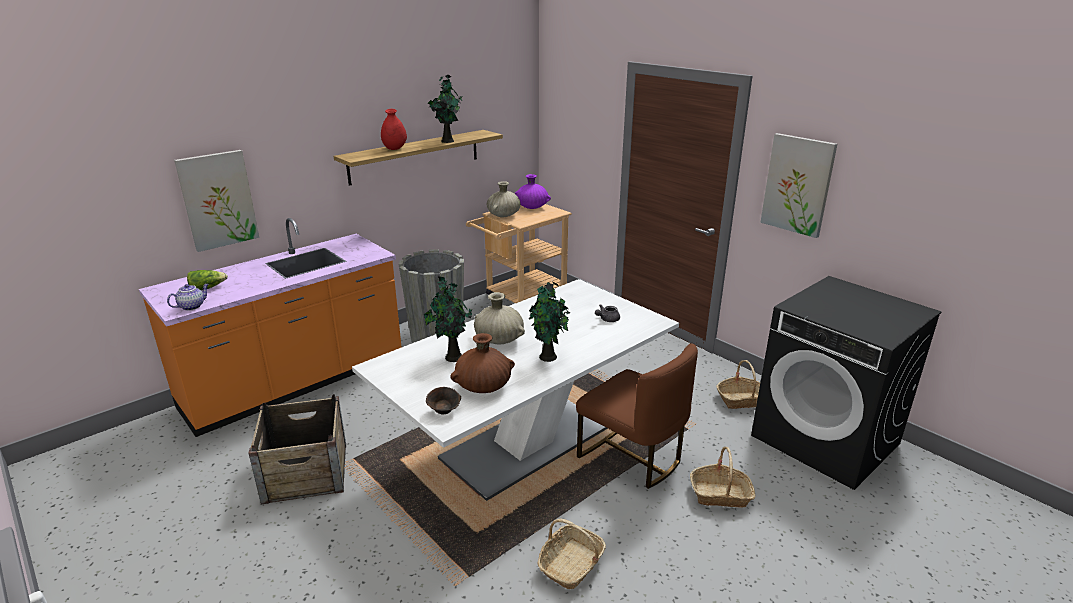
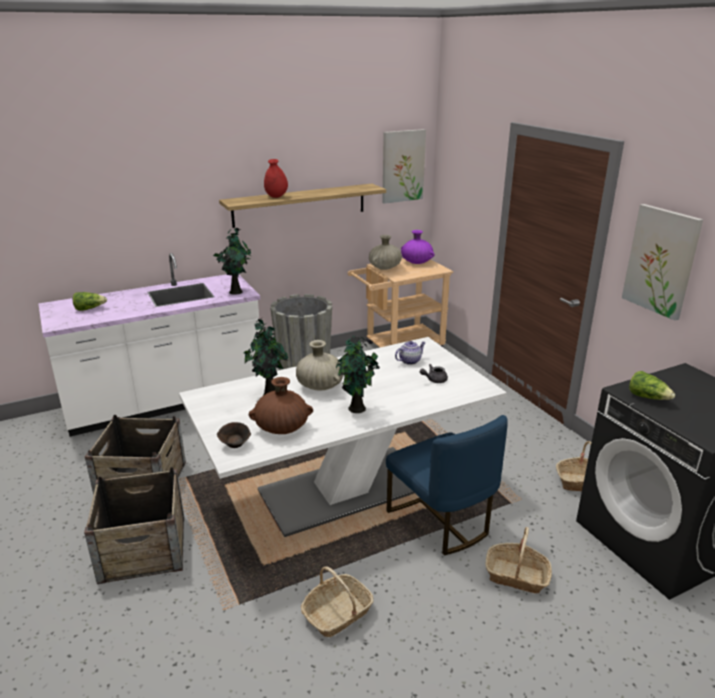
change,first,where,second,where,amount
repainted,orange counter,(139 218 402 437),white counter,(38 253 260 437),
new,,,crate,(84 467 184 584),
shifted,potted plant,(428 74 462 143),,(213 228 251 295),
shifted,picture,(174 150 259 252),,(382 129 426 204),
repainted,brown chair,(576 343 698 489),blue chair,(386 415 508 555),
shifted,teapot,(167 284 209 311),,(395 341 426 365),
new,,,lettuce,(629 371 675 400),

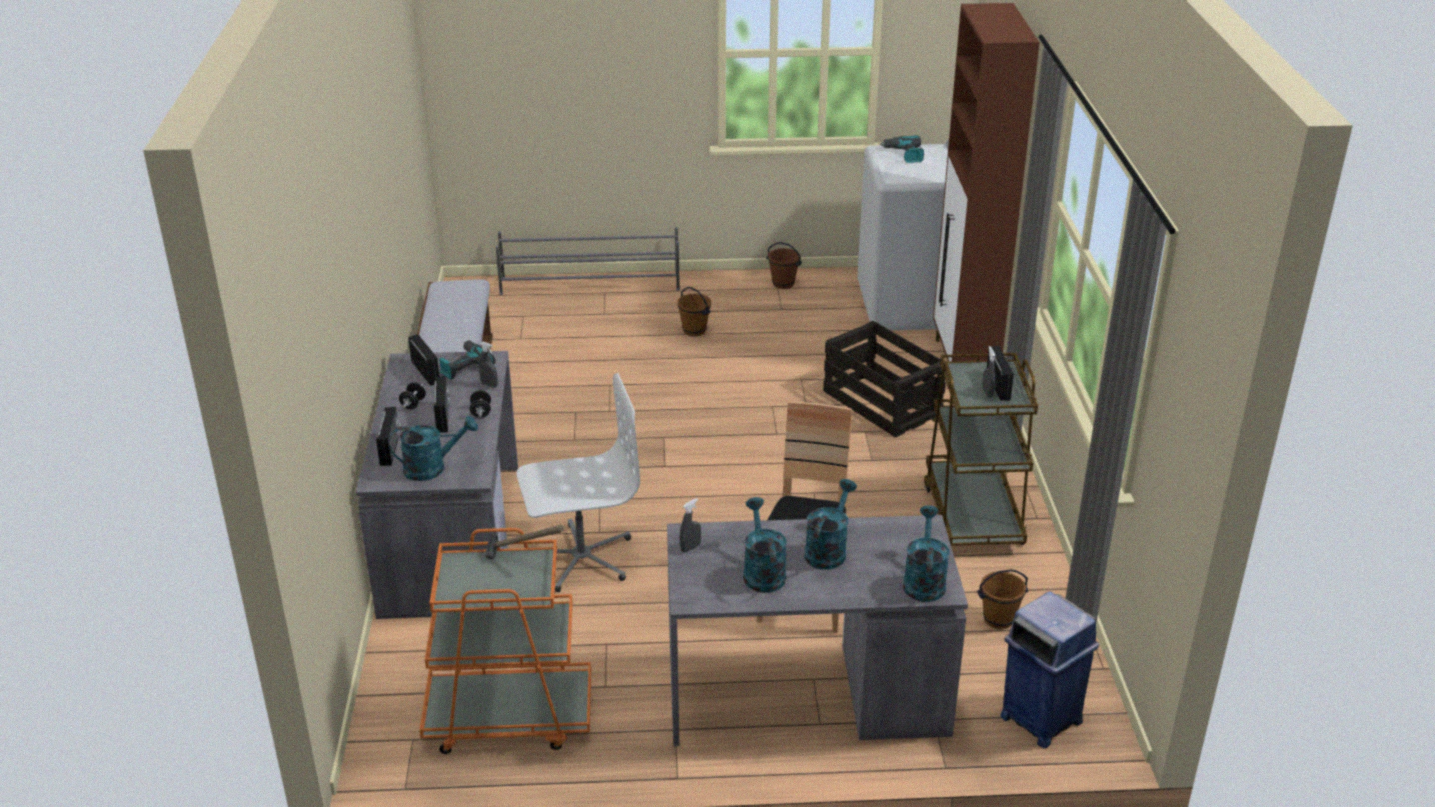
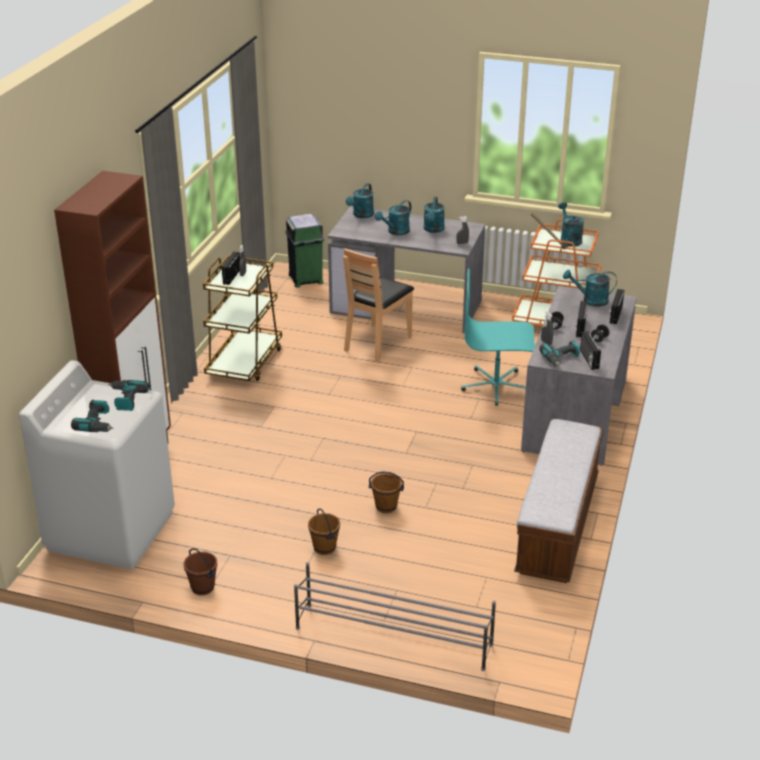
change,first,where,second,where,amount
new,,,power drill,(108 380 149 411),
repainted,blue trash can,(1000 592 1099 749),green trash can,(285 214 324 288),
shifted,brown bucket,(977 569 1028 629),,(369 471 404 513),
repainted,white office chair,(516 373 640 592),turquoise office chair,(461 269 535 406),
new,,,turquoise watering can,(558 202 584 247),
gone,crate,(823 321 946 438),,,

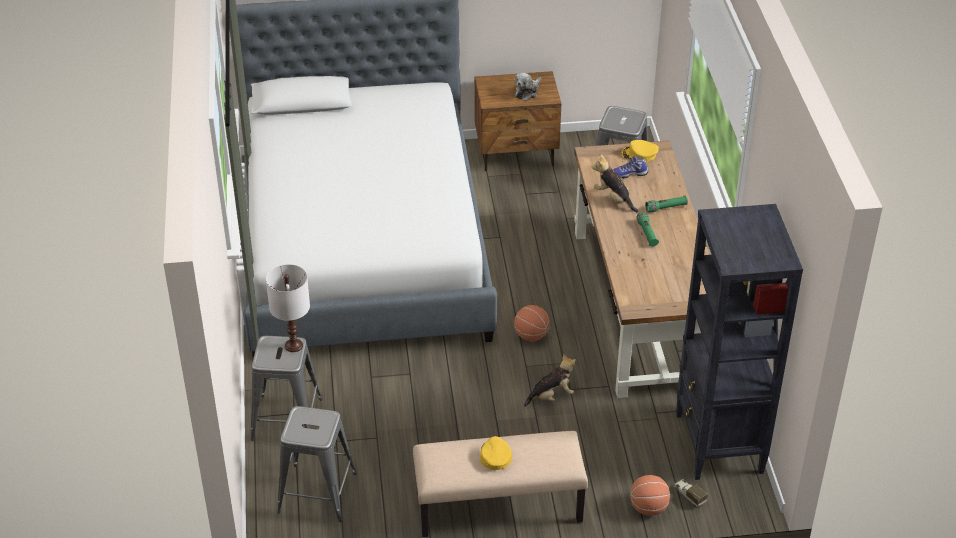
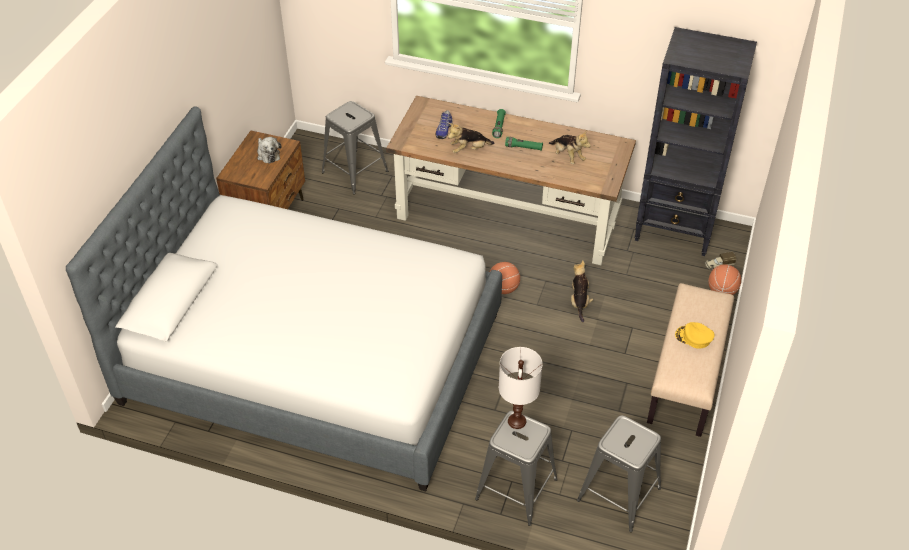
change,first,where,second,where,amount
new,,,plush toy,(548 131 591 164),
gone,yellow cap,(621 140 659 162),,,

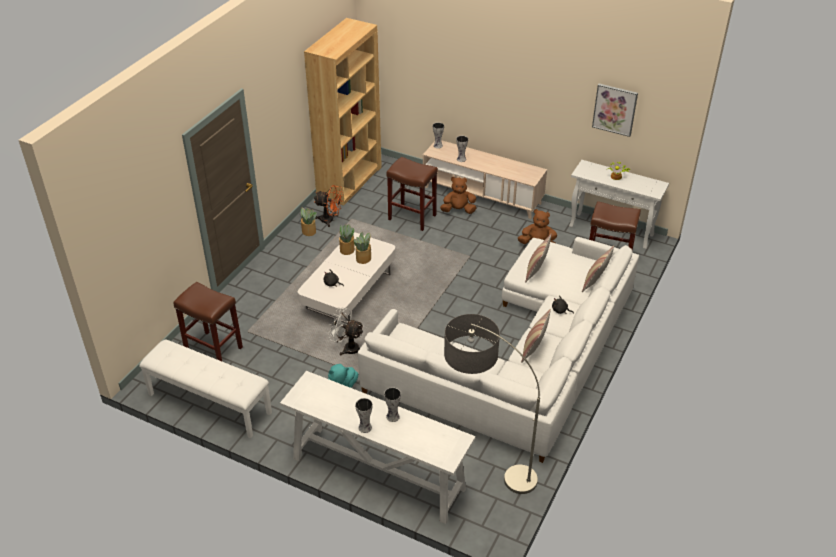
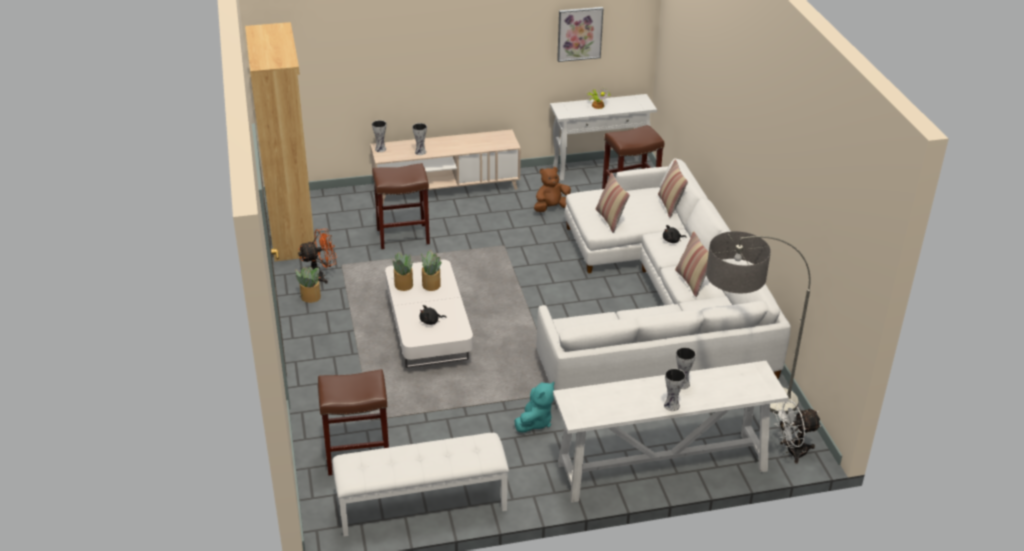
change,first,where,second,where,amount
shifted,white fan,(327 307 364 355),,(773 400 821 464),
gone,brown plush toy,(440 177 476 214),,,

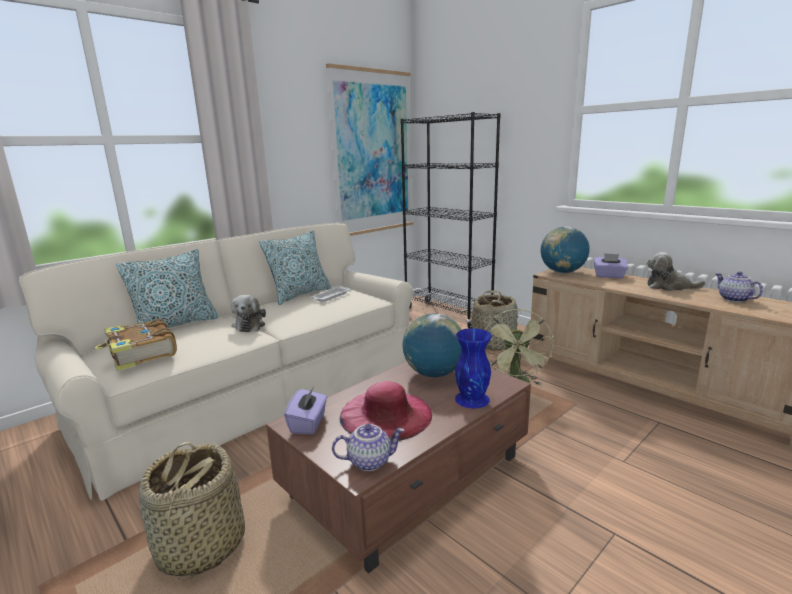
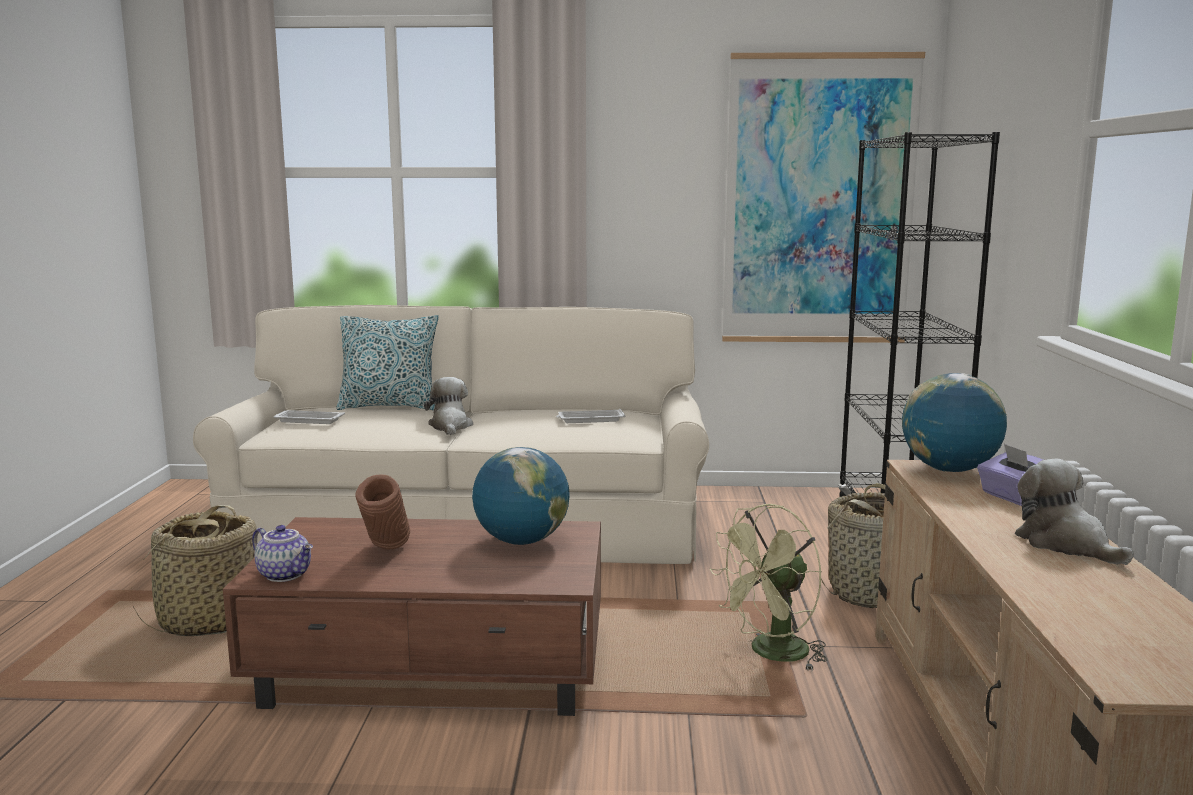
change,first,where,second,where,amount
swapped,book,(95 319 177 371),white tray,(274 410 345 424),
swapped,pink hat,(339 381 432 441),brown vase,(355 474 410 550),
rotated,plush toy,(231 295 266 332),,(424 377 473 435),135 degrees clockwise
gone,pillow,(260 230 332 305),,,
gone,purple tissue box,(284 387 327 434),,,
gone,blue vase,(455 328 492 408),,,
gone,teapot,(716 272 763 302),,,

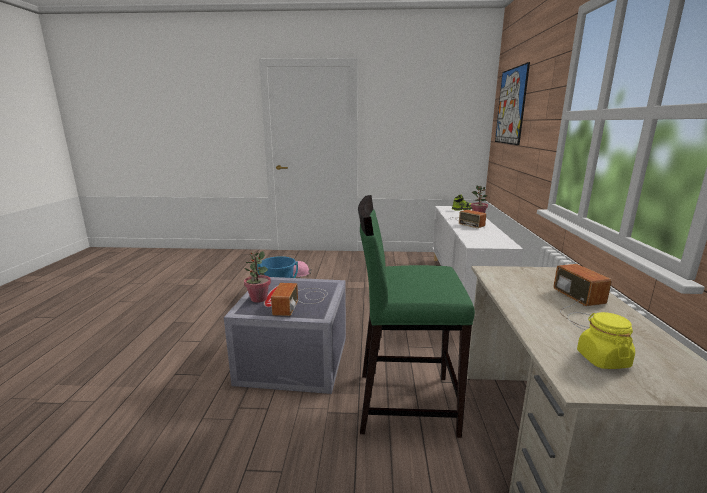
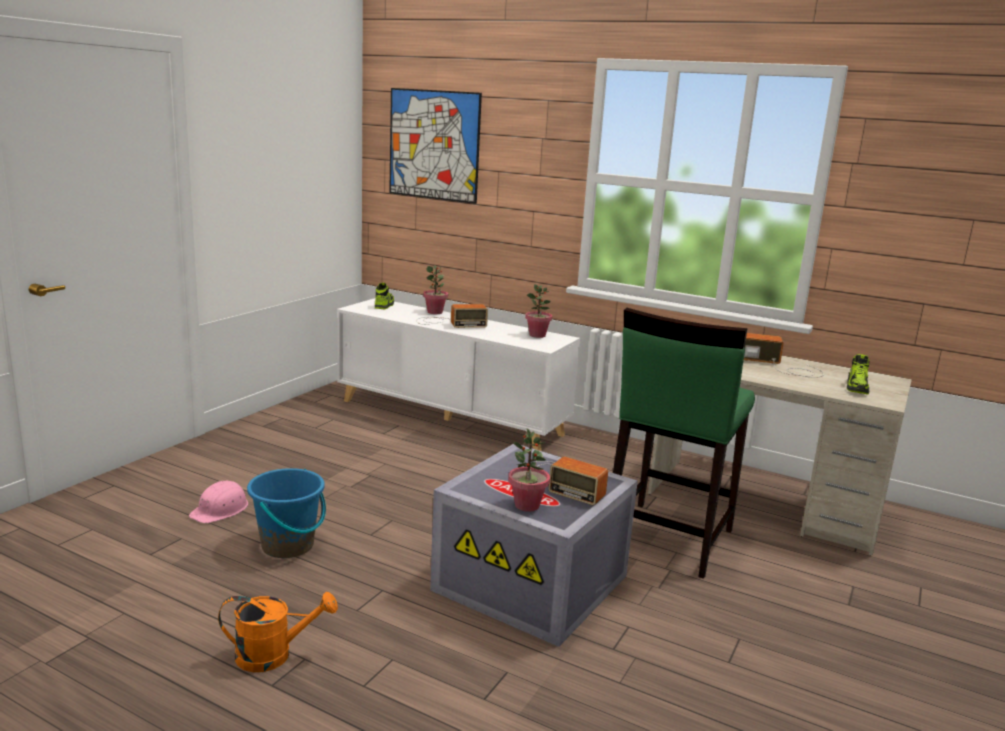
change,first,where,second,where,amount
new,,,orange watering can,(218 592 338 672),
new,,,potted plant,(525 284 552 338),
swapped,yellow jar,(577 312 635 369),shoe,(847 354 870 395),

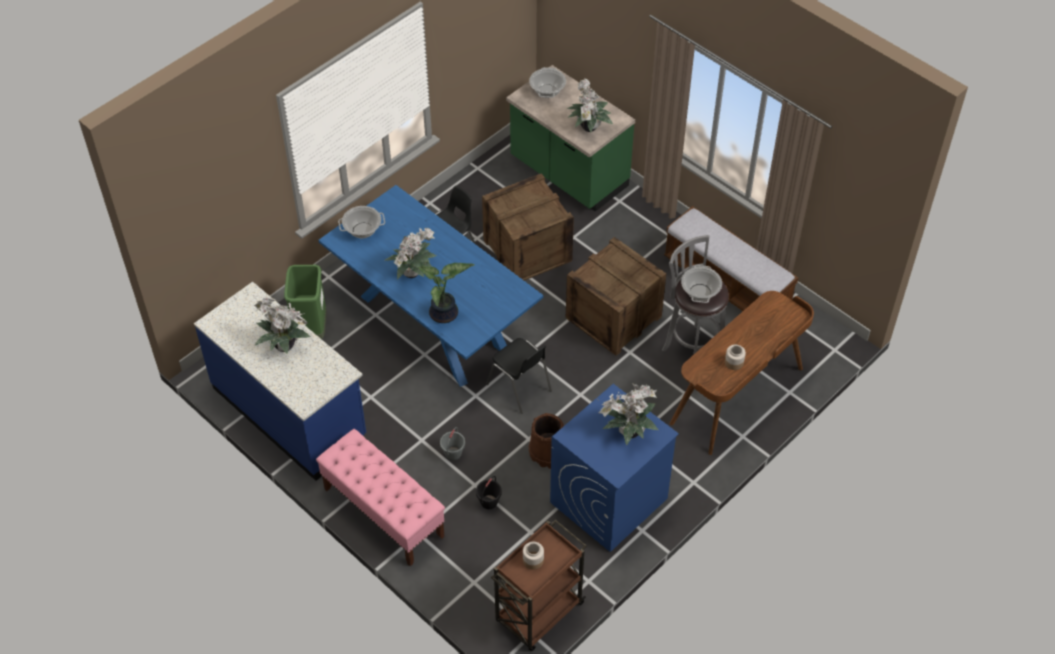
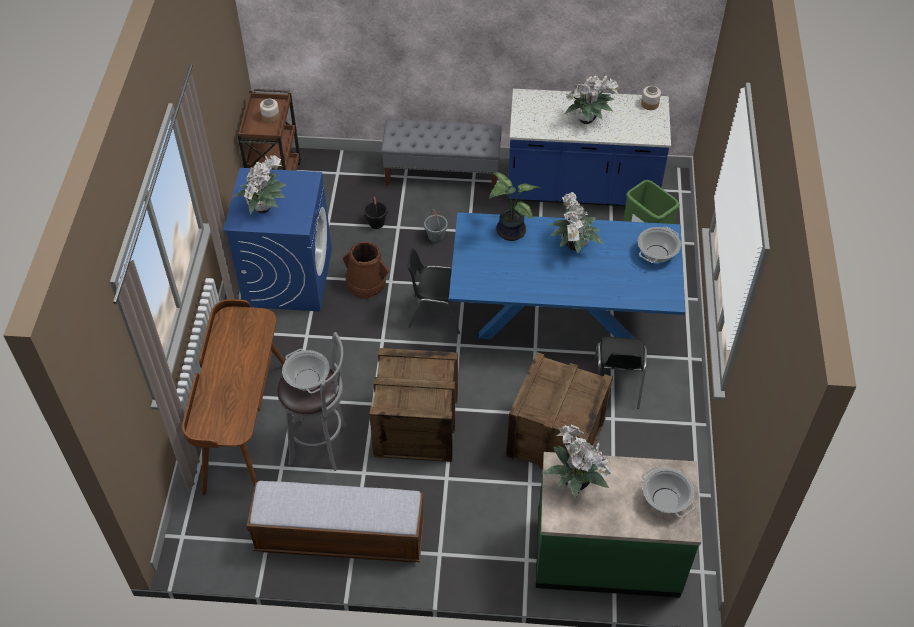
change,first,where,second,where,amount
repainted,pink bench,(316 429 445 566),grey bench,(381 119 502 189),
shifted,jar,(725 345 746 370),,(641 86 661 110),

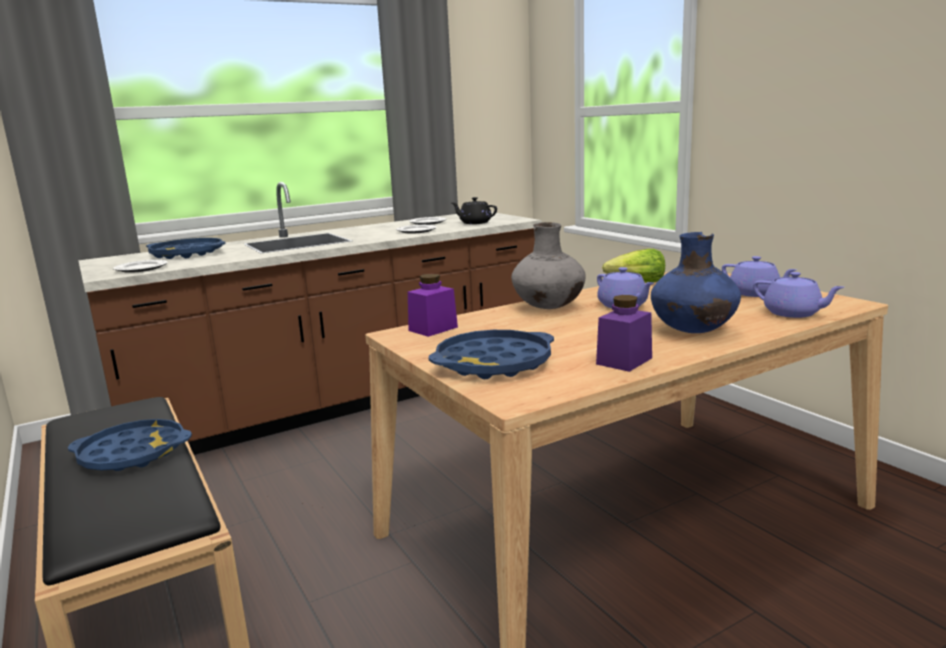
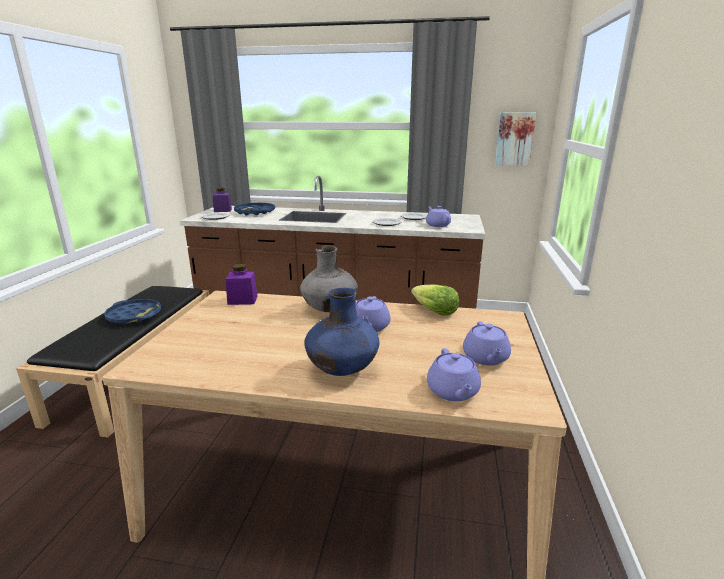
change,first,where,second,where,amount
shifted,purple jar,(596 295 652 372),,(213 188 232 212),
repainted,black teapot,(451 197 497 224),purple teapot,(426 206 451 227),
new,,,picture,(495 112 536 166),
gone,blue tray,(429 330 554 379),,,

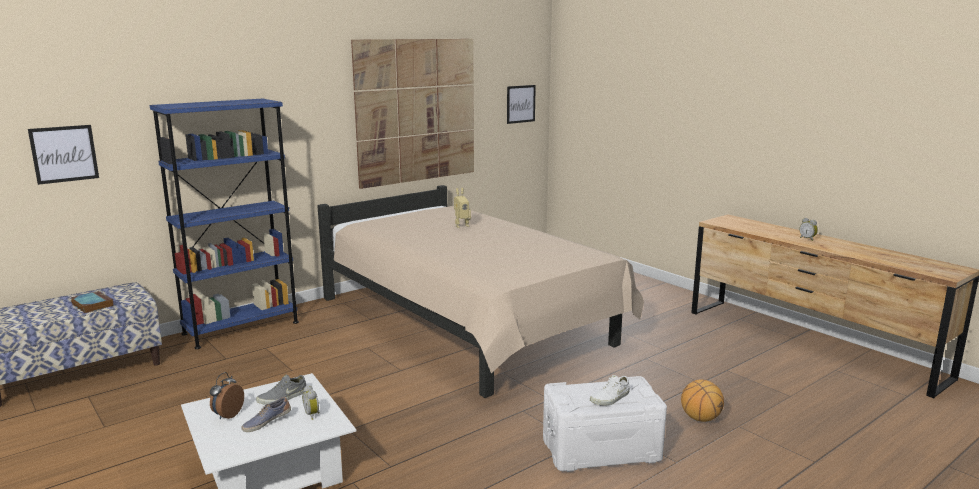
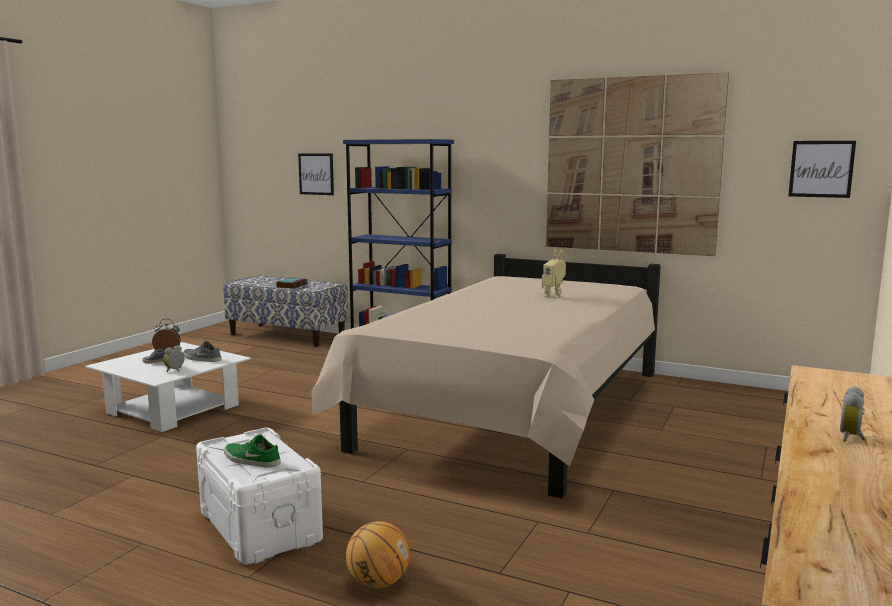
change,first,where,second,where,amount
repainted,white shoe,(590 375 630 405),green shoe,(224 435 281 467),

